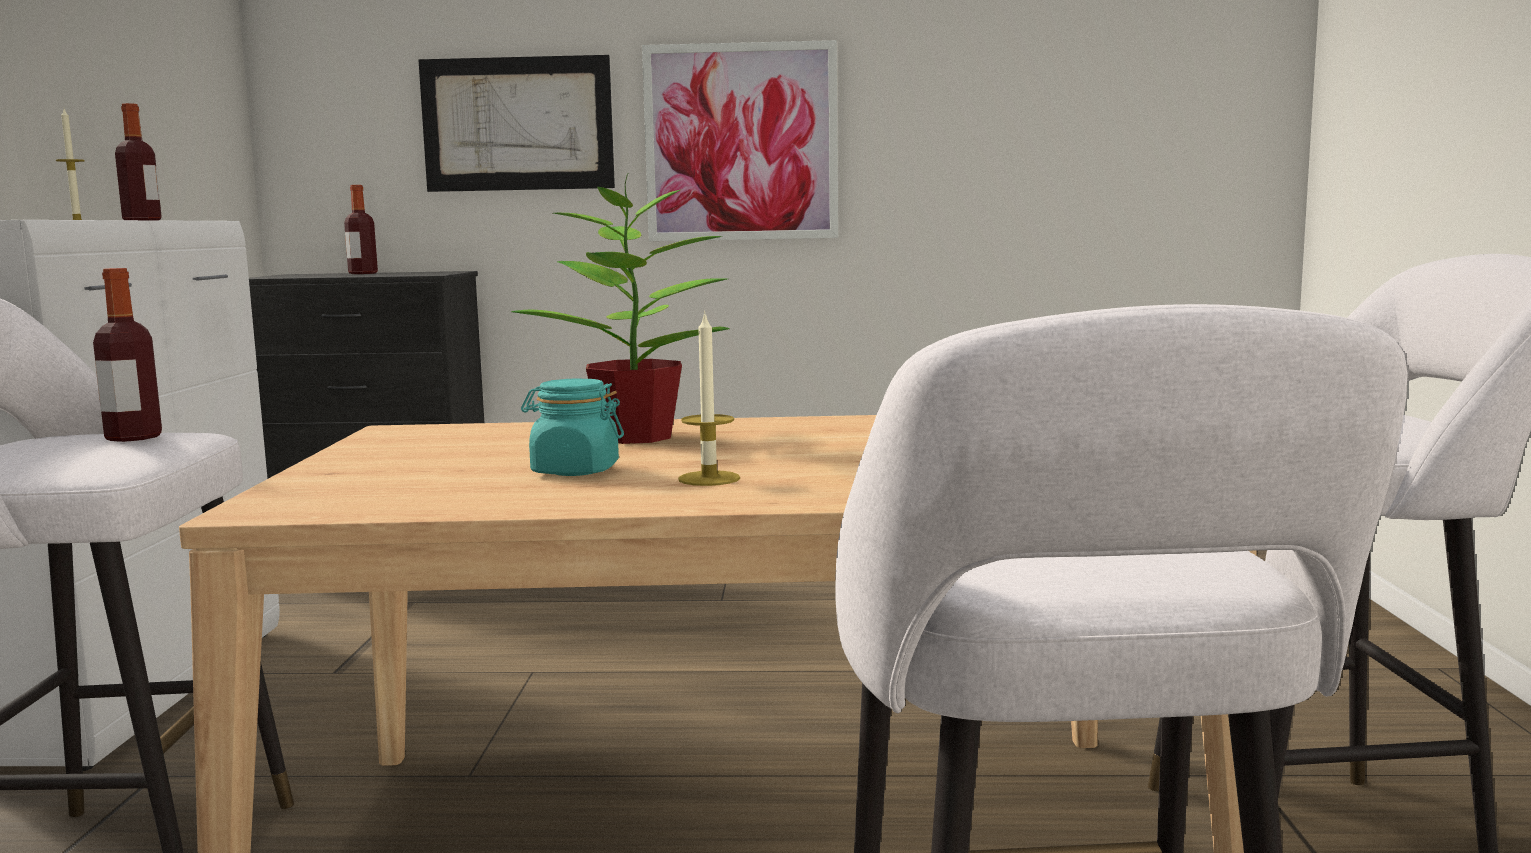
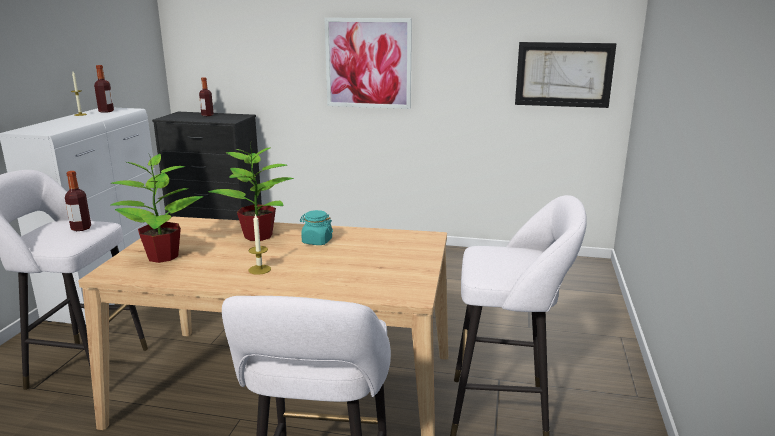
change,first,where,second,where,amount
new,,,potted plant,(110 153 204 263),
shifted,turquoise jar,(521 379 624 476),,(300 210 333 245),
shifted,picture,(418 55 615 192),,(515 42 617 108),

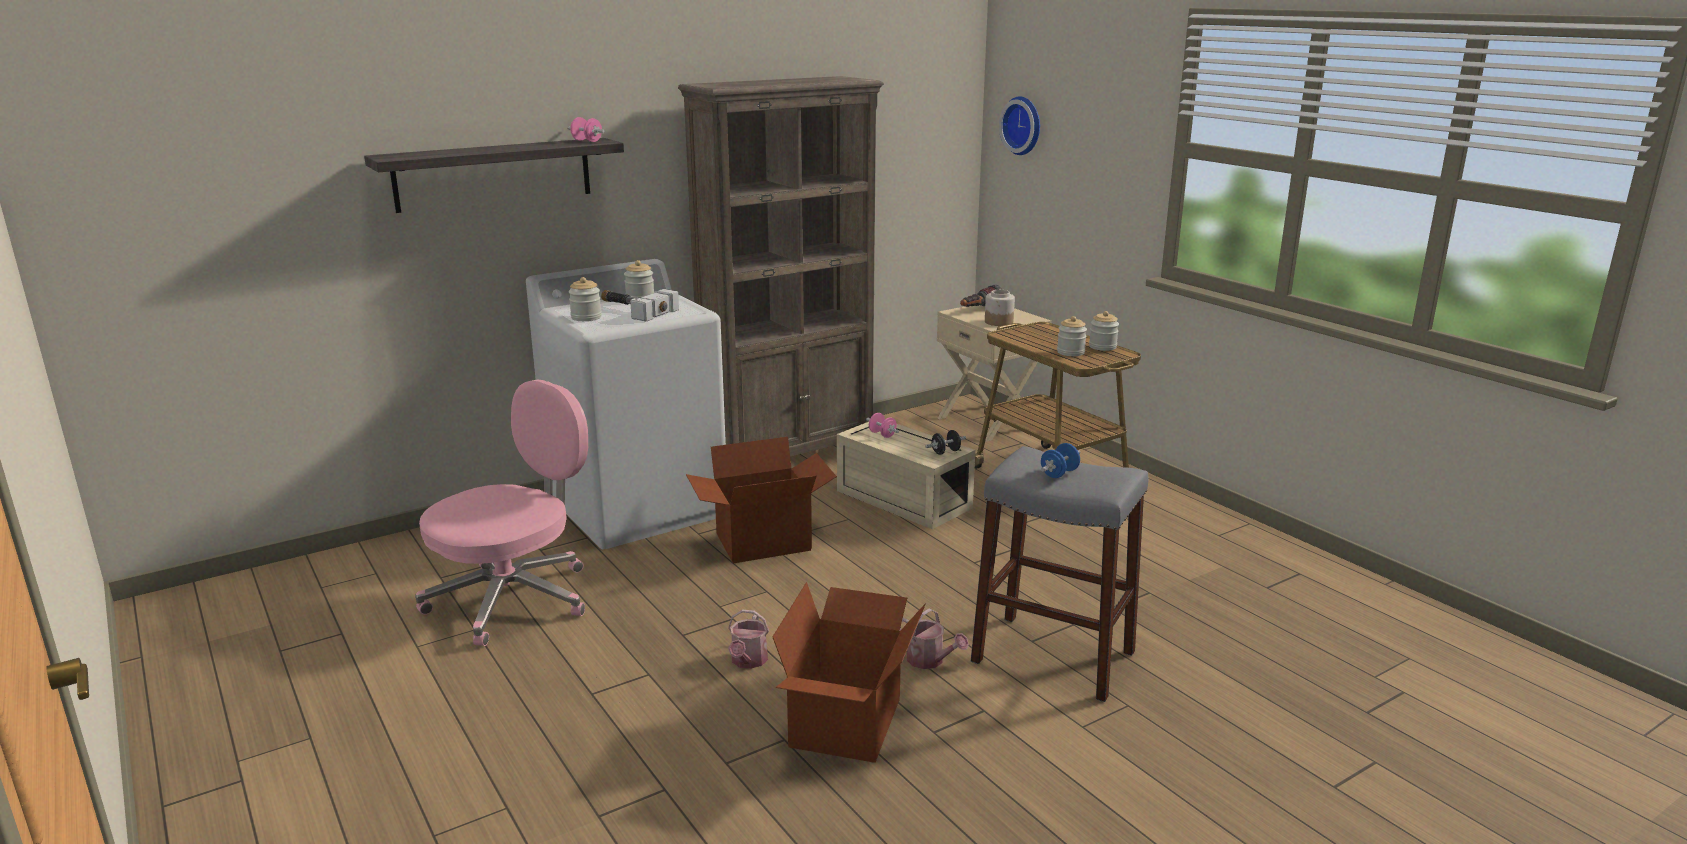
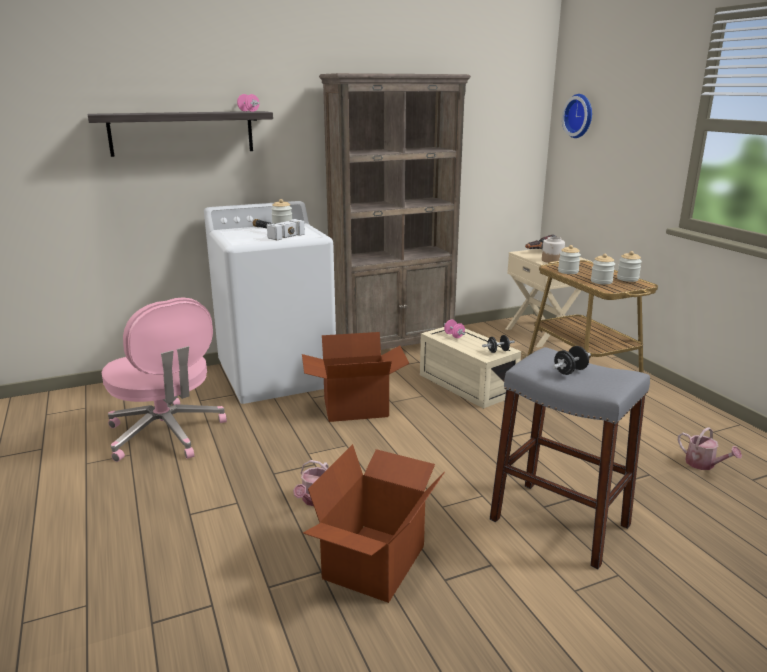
change,first,where,second,where,amount
rotated,pink office chair,(415 379 588 646),,(101 297 227 462),90 degrees clockwise
repainted,blue dumbbell,(1041 443 1080 478),black dumbbell,(553 346 591 375),
shifted,jar,(568 277 602 321),,(558 245 581 274),
shifted,watering can,(900 608 969 669),,(678 427 742 470),

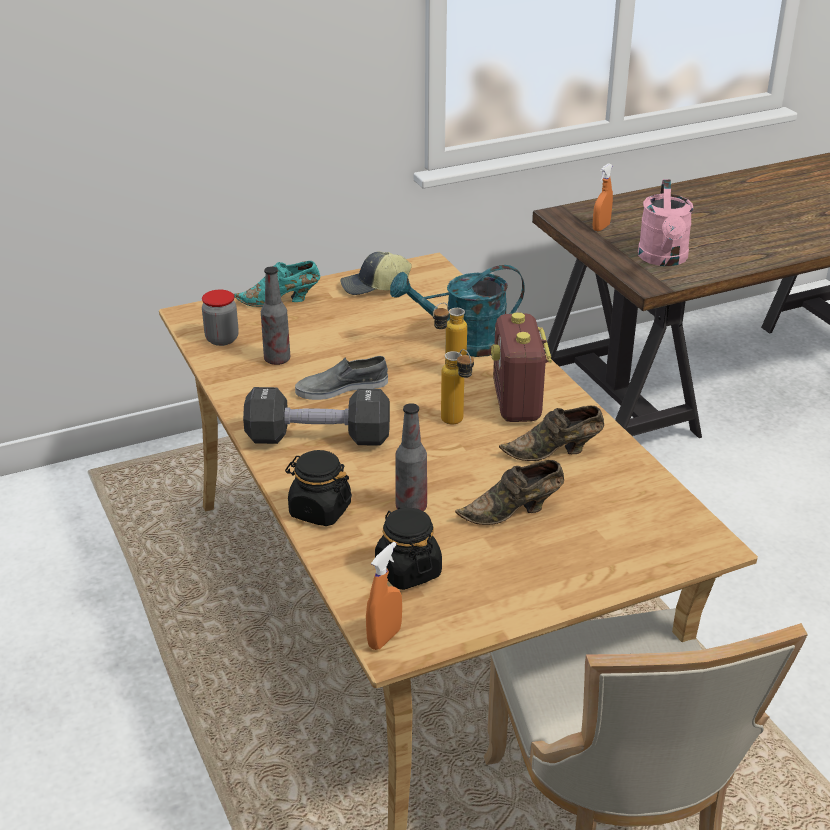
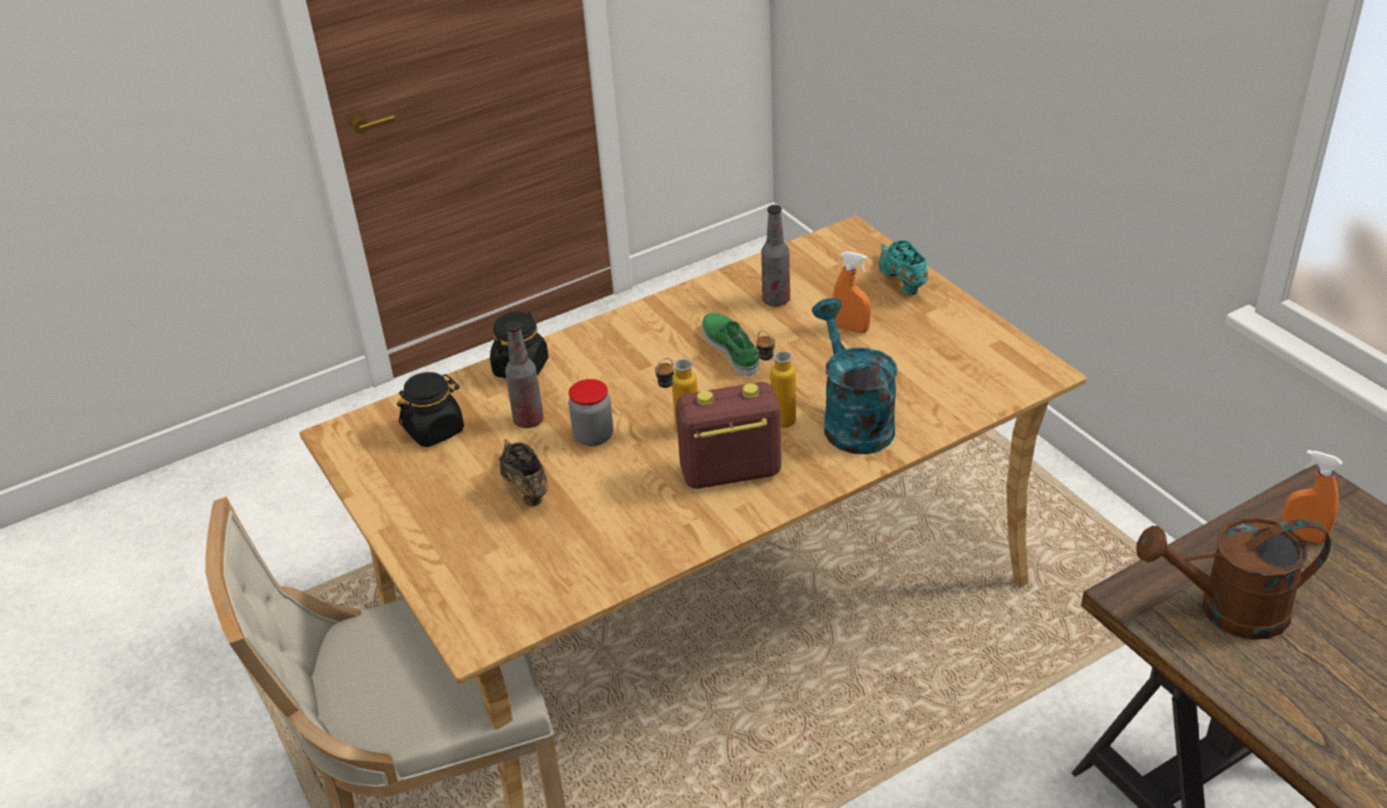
change,first,where,second,where,amount
shifted,jar,(202 290 239 346),,(568 379 613 446),
repainted,grey shoe,(295 356 388 400),green shoe,(702 313 759 376),
shifted,orange spray bottle,(366 542 402 650),,(833 251 871 333),
repainted,pink watering can,(638 179 693 266),brown watering can,(1136 518 1331 640),
gone,black dumbbell,(243 387 390 446),,,
gone,cap,(340 251 412 295),,,
gone,brown shoe,(499 405 604 461),,,

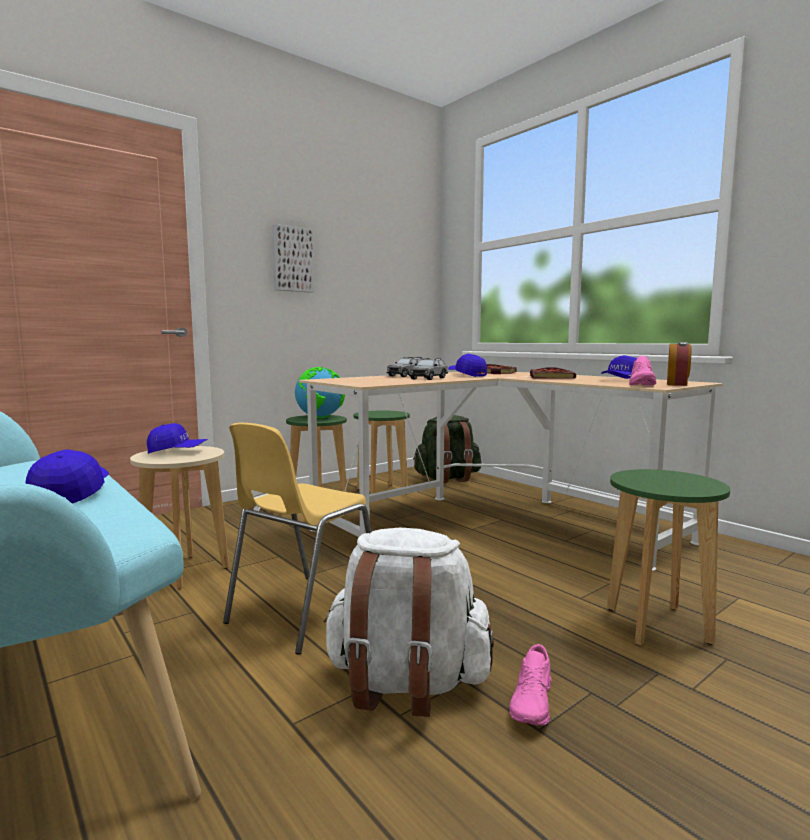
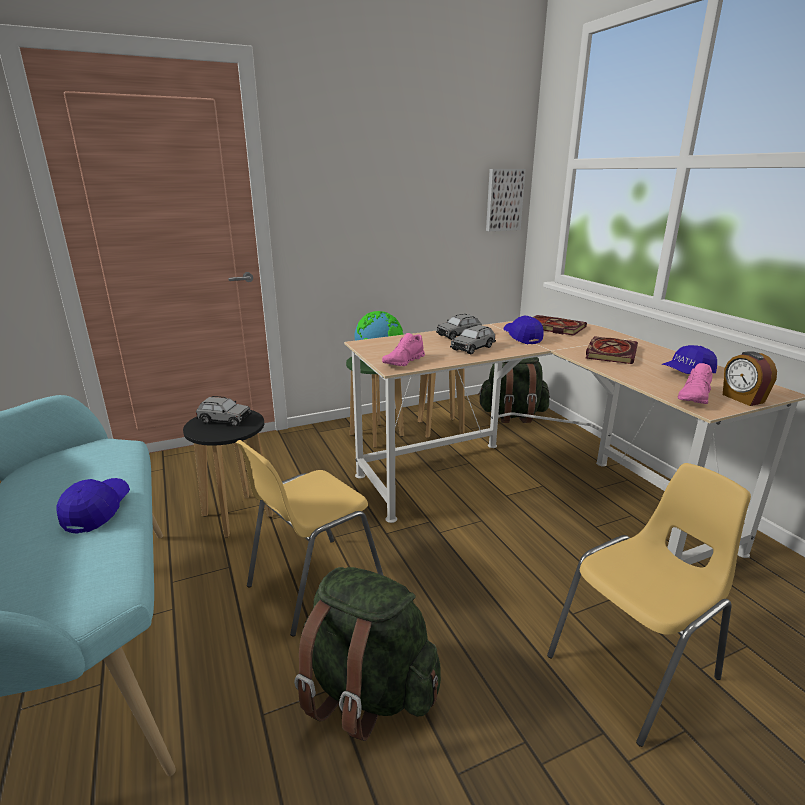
change,first,where,second,where,amount
repainted,beige stool,(130 446 229 590),black stool,(183 410 273 537),
swapped,blue cap,(147 423 207 454),grey toy car,(196 396 252 426),
repainted,white backpack,(323 528 494 717),green backpack,(294 567 441 741),
shifted,pink shoe,(509 644 552 726),,(382 333 425 366),
shifted,picture,(273 224 314 293),,(486 169 526 231),
swapped,green stool,(607 469 730 646),yellow chair,(547 463 751 747),
rotated,alarm clock,(667 342 692 386),,(723 351 777 406),120 degrees clockwise

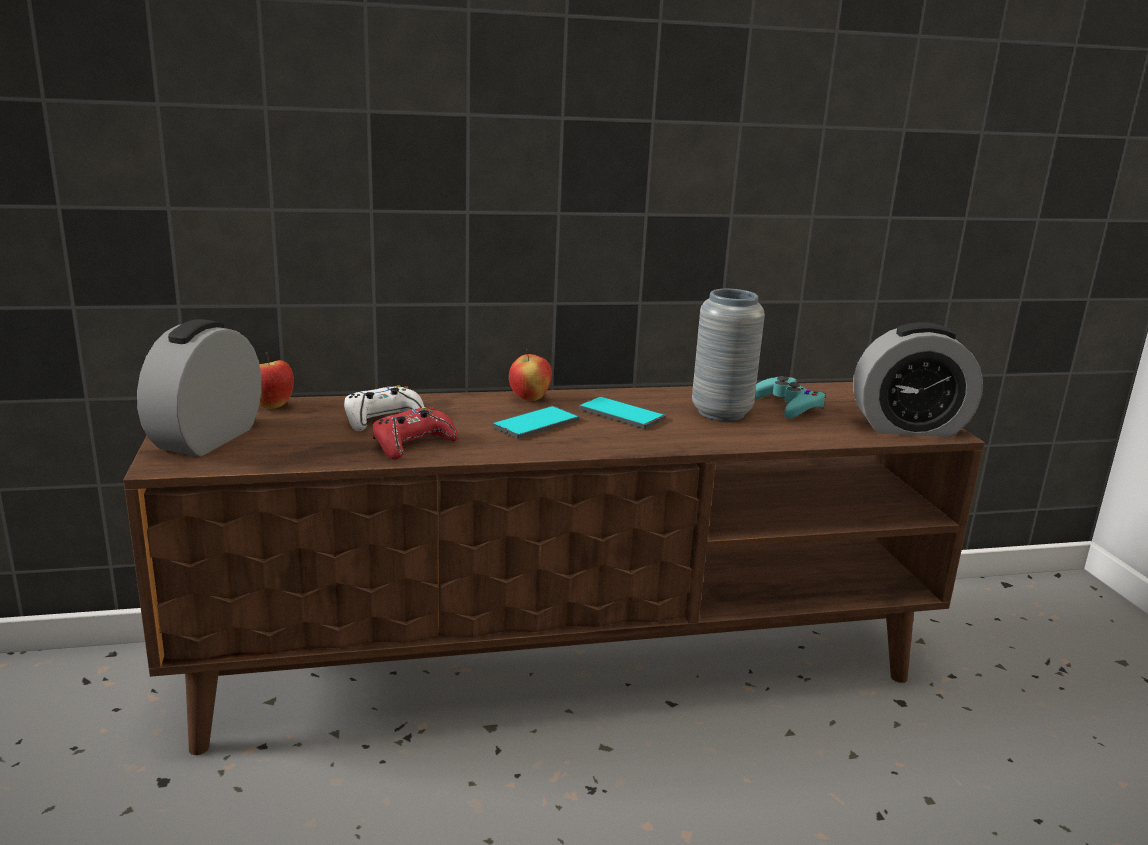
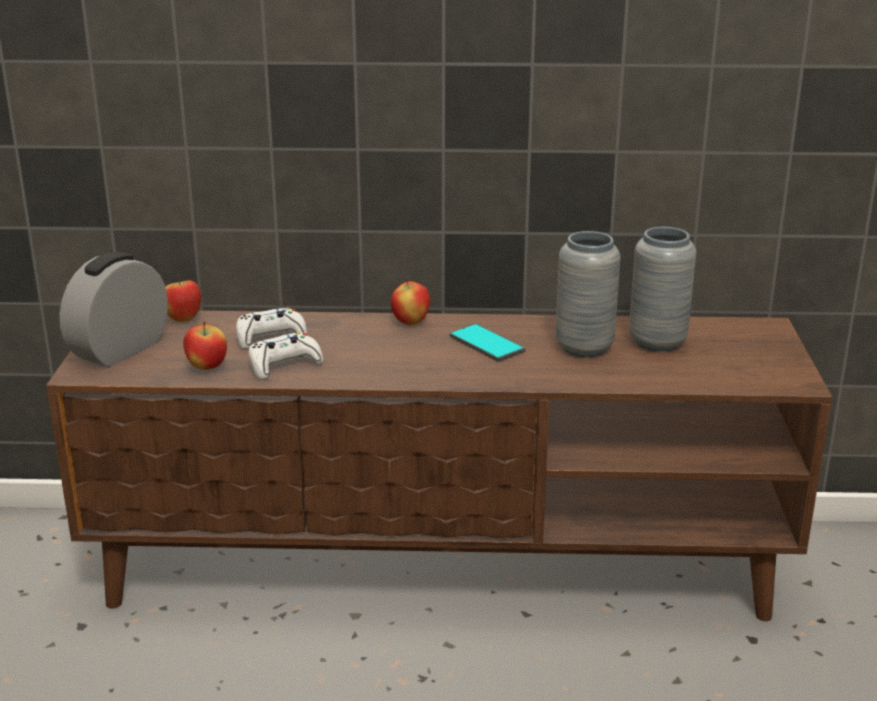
change,first,where,second,where,amount
new,,,apple,(183 322 227 370),
repainted,red game controller,(373 407 458 459),white game controller,(248 332 324 380),
swapped,turquoise game controller,(755 376 826 418),grey vase,(629 227 696 352),
gone,phone,(492 406 580 439),,,
gone,alarm clock,(853 323 983 437),,,

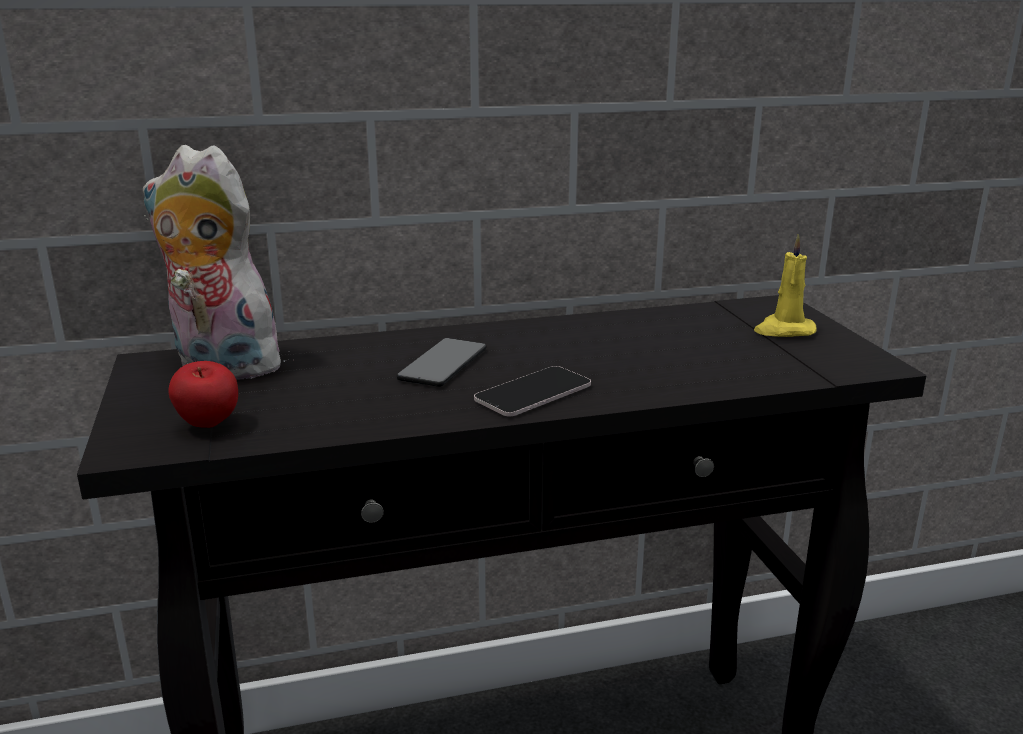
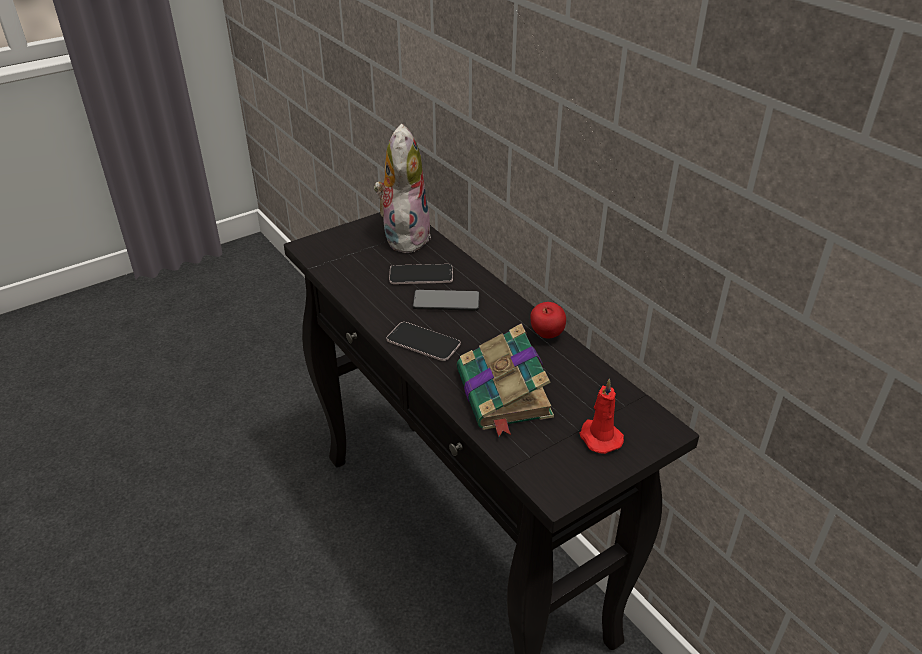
change,first,where,second,where,amount
new,,,phone,(389 264 453 284),
new,,,book,(457 323 554 437),
shifted,apple,(168 361 238 428),,(530 302 566 338),
repainted,yellow candle,(754 234 817 337),red candle,(579 378 624 454),

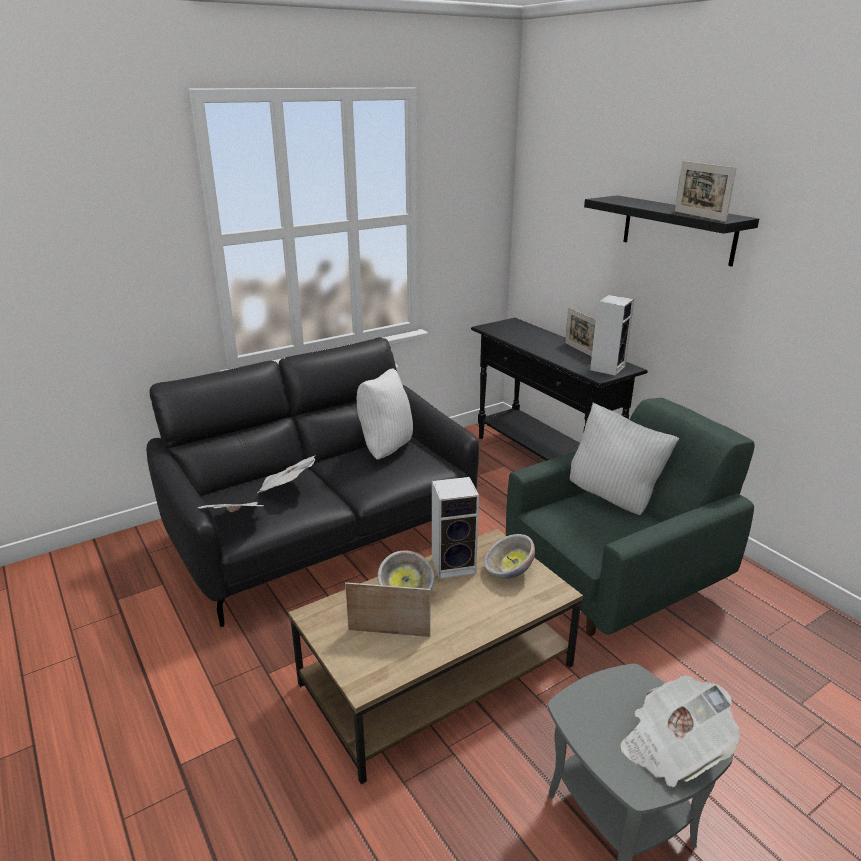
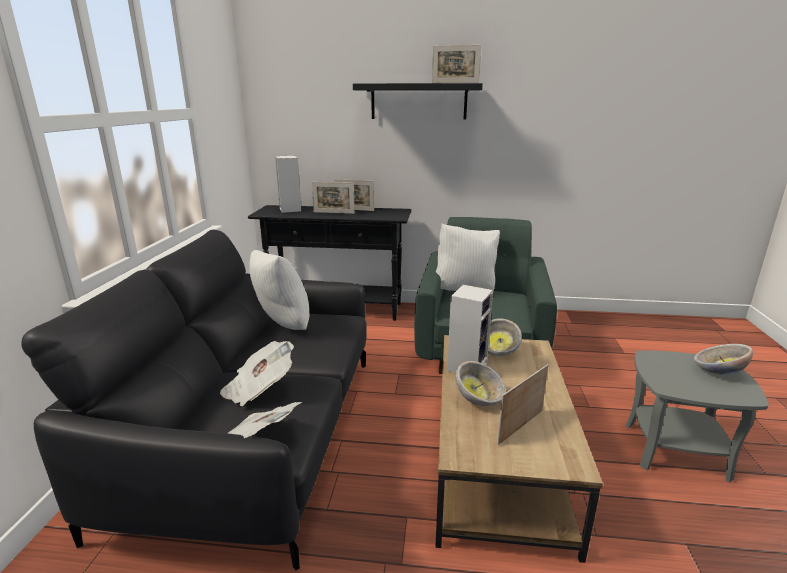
change,first,where,second,where,amount
shifted,speaker,(590 295 634 376),,(275 155 301 213),
new,,,picture frame,(312 182 355 214),
swapped,newspaper,(620 676 740 787),bowl,(694 344 753 375),

